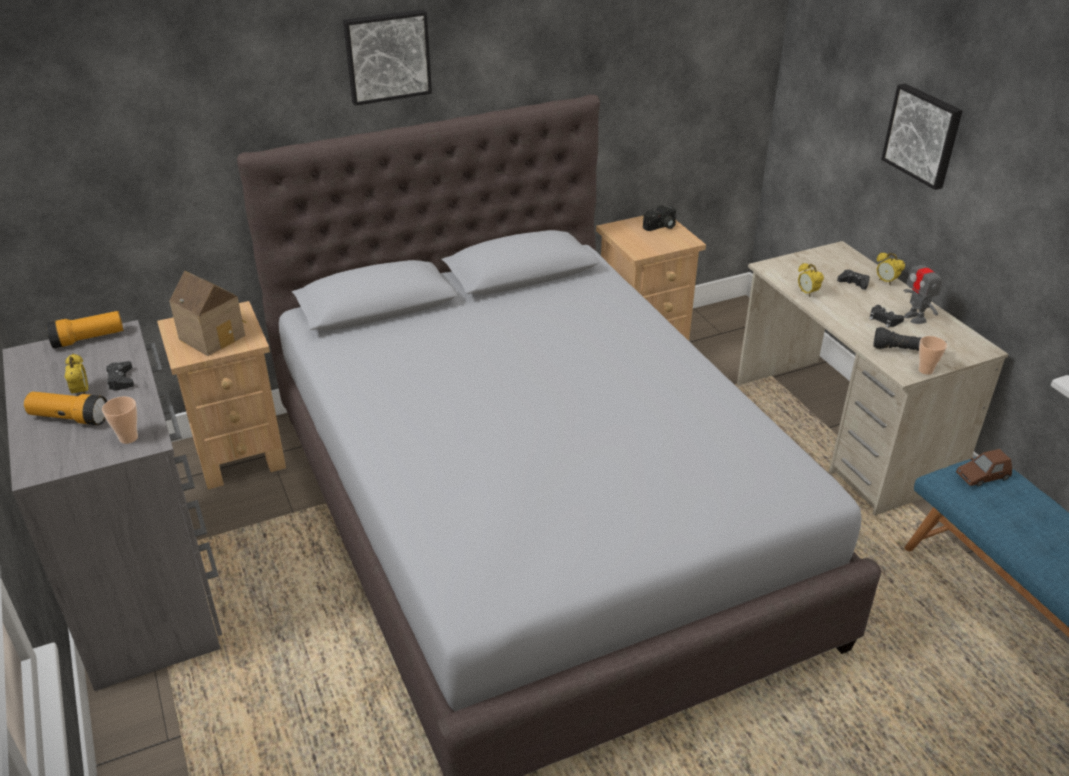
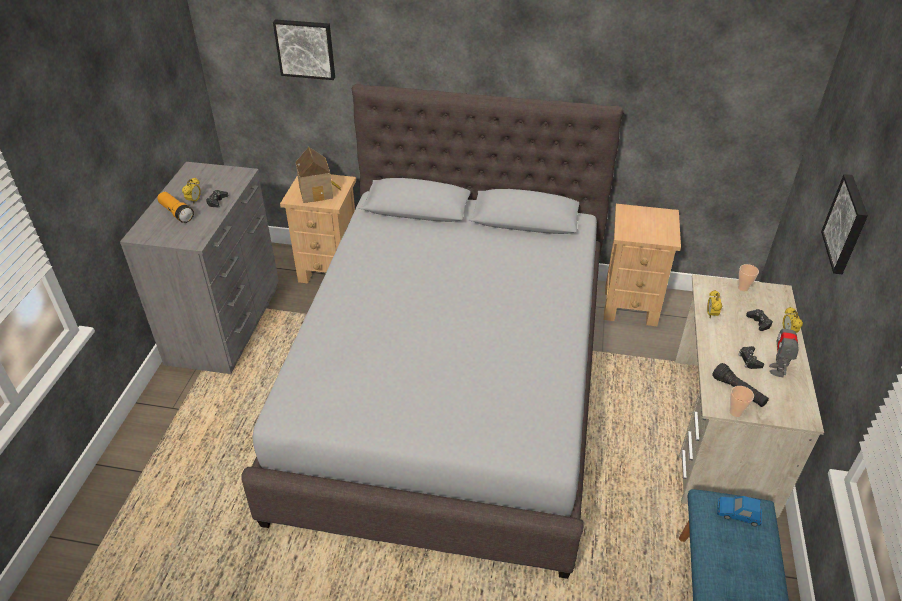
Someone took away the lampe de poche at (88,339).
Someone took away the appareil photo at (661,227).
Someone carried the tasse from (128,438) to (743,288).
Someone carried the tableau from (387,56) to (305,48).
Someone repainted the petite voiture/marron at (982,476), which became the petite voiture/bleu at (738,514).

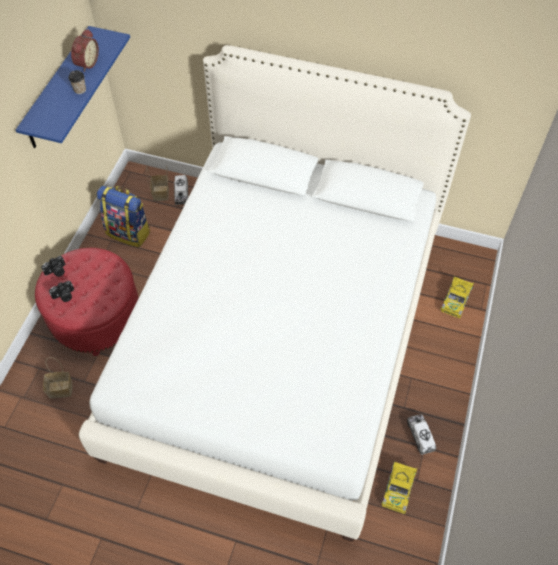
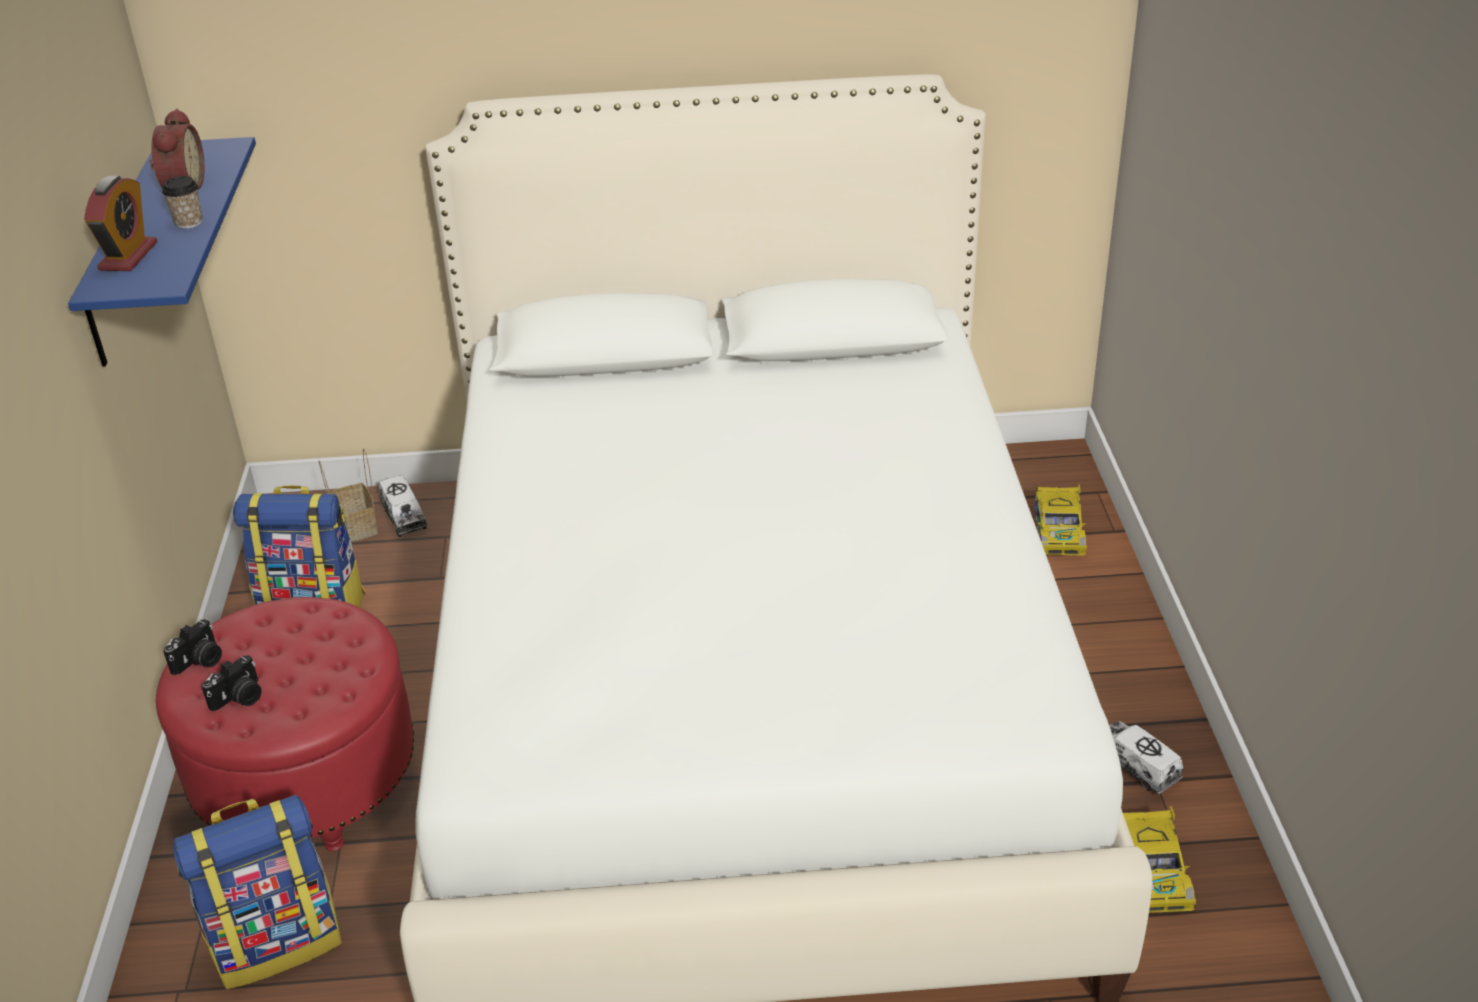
Someone put down the réveil at (128,256).
Someone swapped the panier at (61,388) for the sac à dos at (277,941).

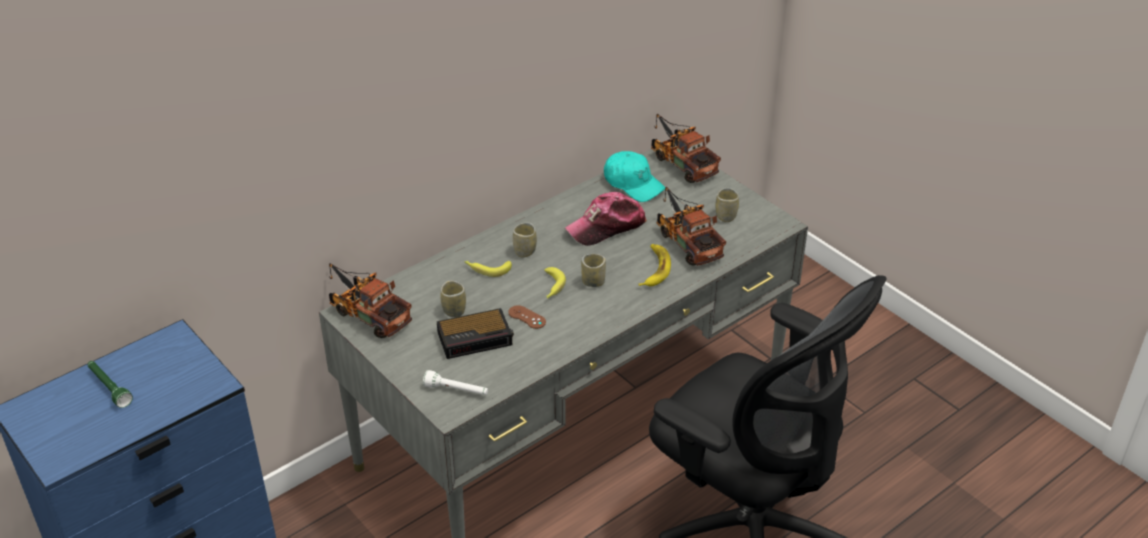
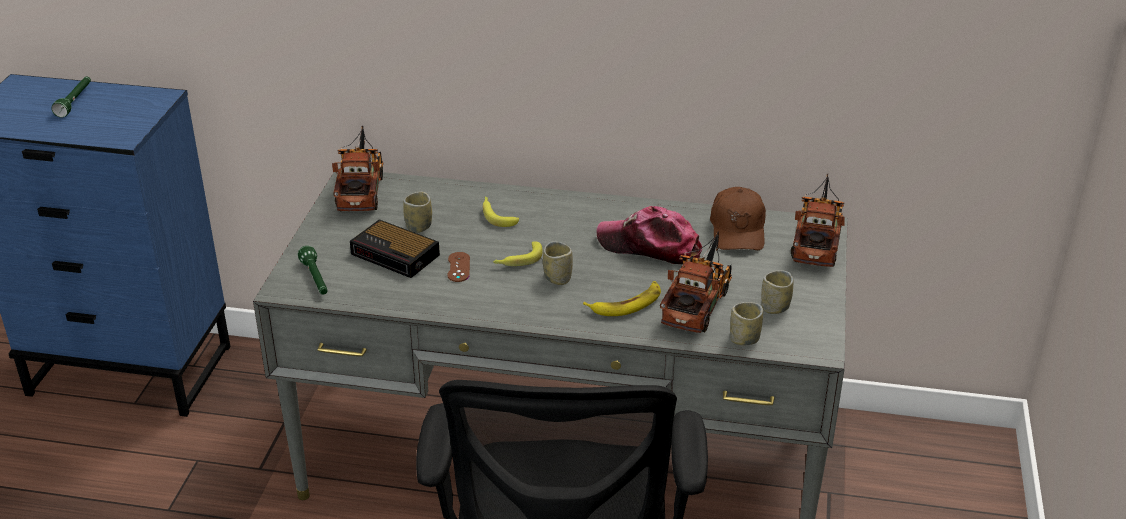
Someone carried the tasse from (525,251) to (744,339).
Someone repainted the lampe de poche/blanc at (456,390), which became the lampe de poche/vert at (315,279).
Someone repainted the casquette/turquoise at (633,184), which became the casquette/marron at (738,230).

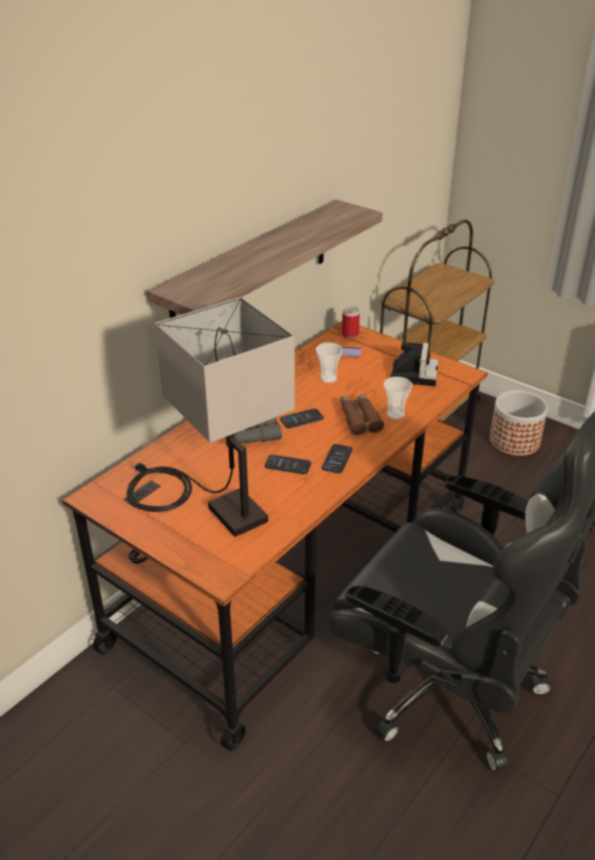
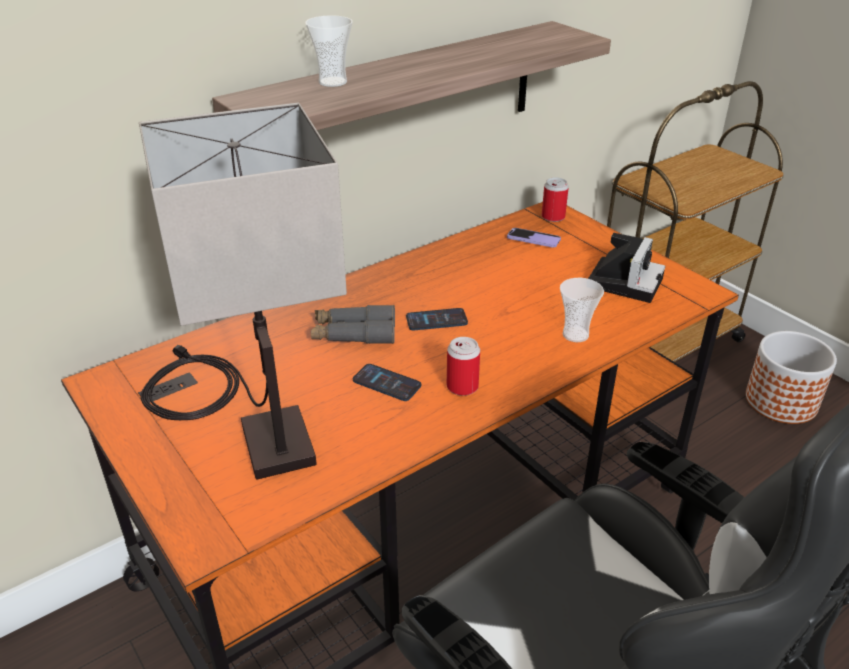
Someone took away the jumelles/marron at (359,419).
Someone carried the tasse from (328,378) to (333,82).
Someone swapped the téléphone at (337,459) for the boîte métallique at (462,386).

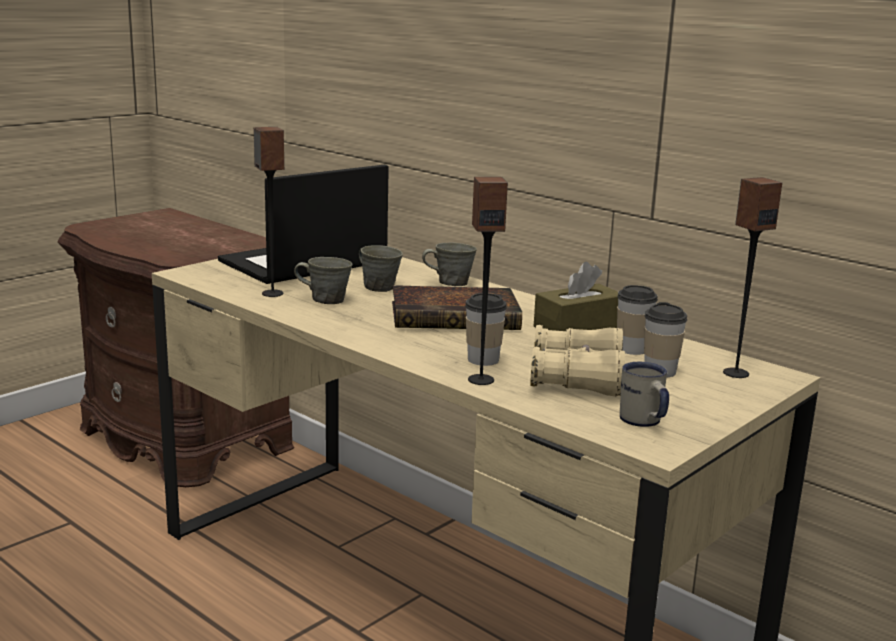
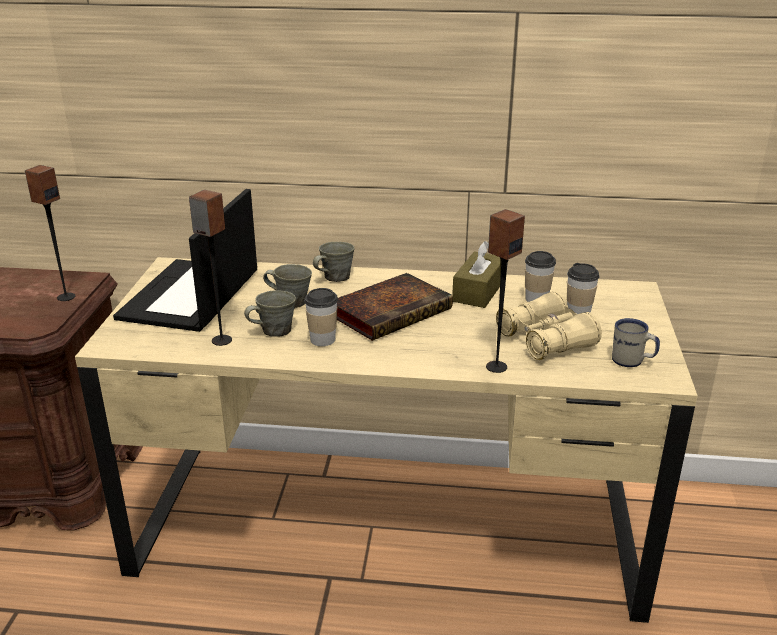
Someone carried the tasse from (483,360) to (322,340).
Someone carried the enceinte from (735,373) to (66,297).

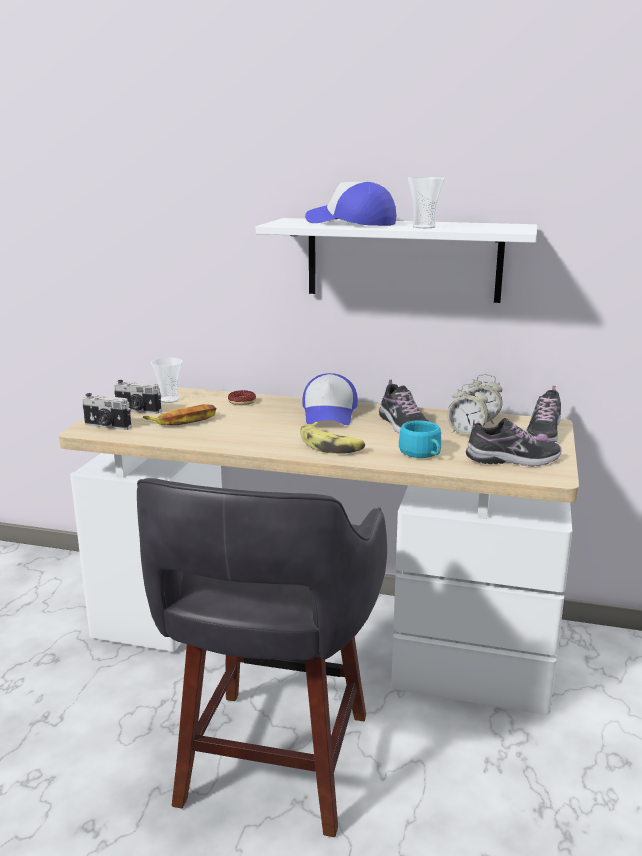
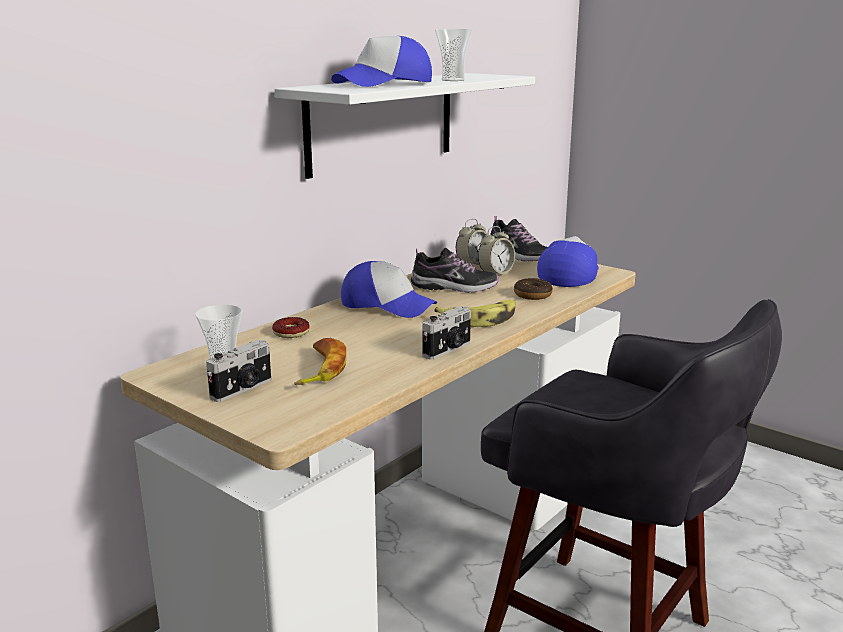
Someone carried the appareil photo from (107,426) to (448,350).
Someone swapped the tasse/turquoise at (422,454) for the beignet at (532,295).
Someone swapped the chaussure at (513,459) for the casquette at (569,274).

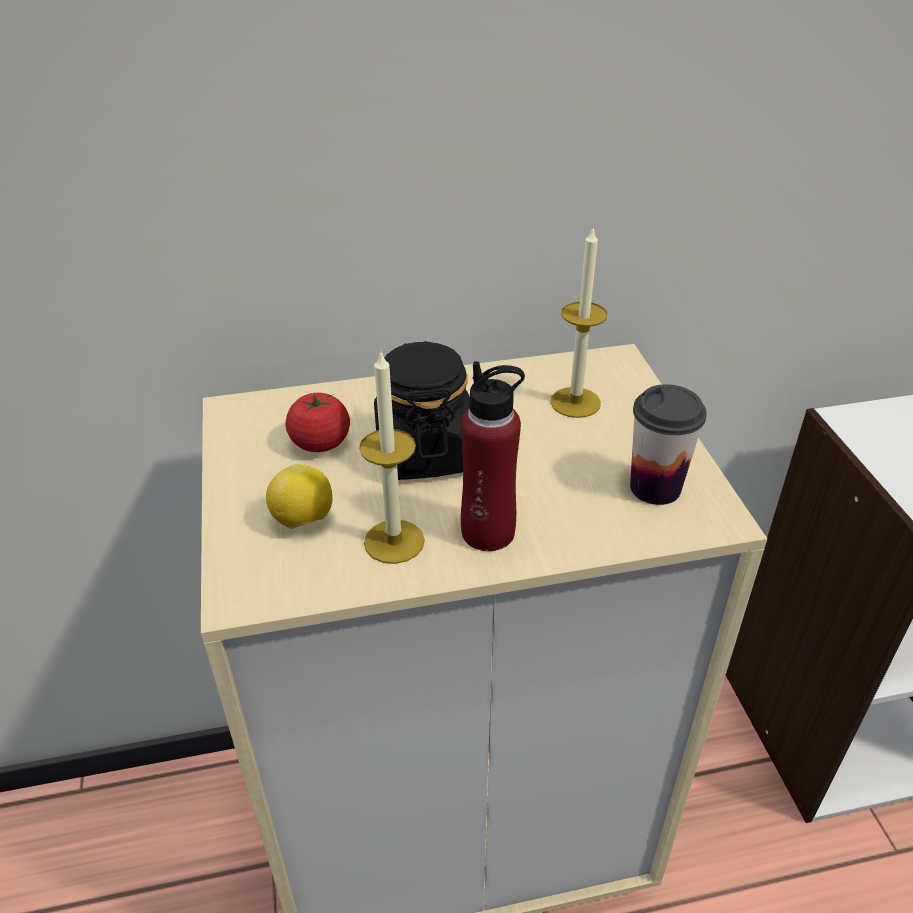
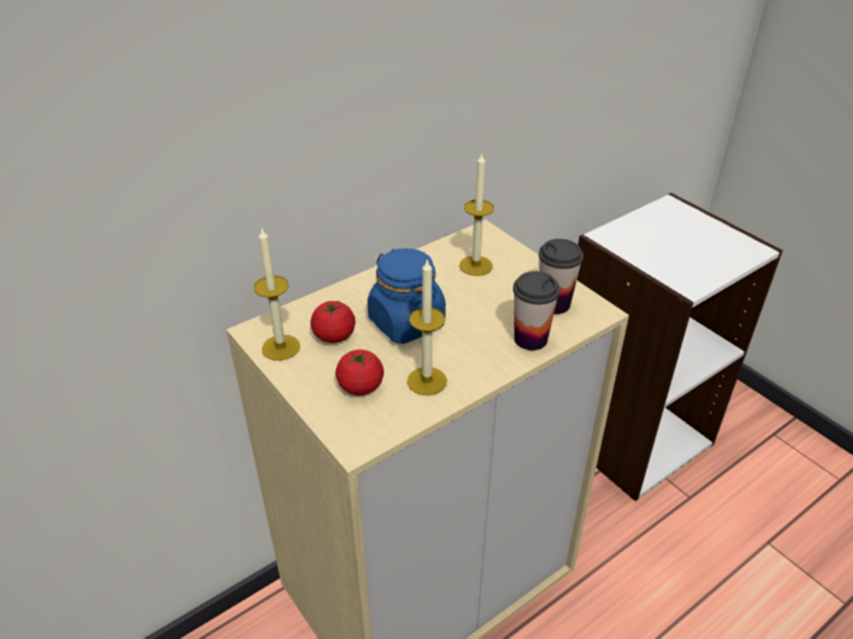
Someone took away the bouteille/rouge at (488,532).
Someone put down the bougie at (281,347).
Someone put down the tasse at (530,339).
Someone swapped the citron at (303,520) for the tomate at (360,386).
Someone repainted the bocal/noir at (425,452), which became the bocal/bleu at (406,322).

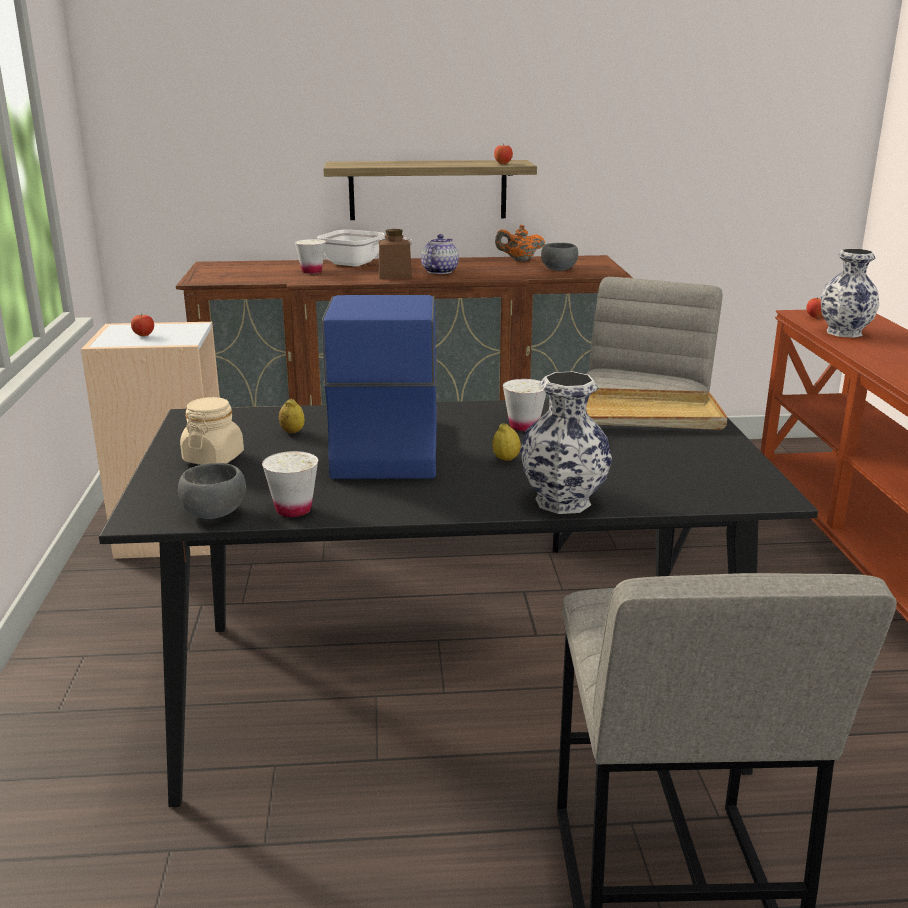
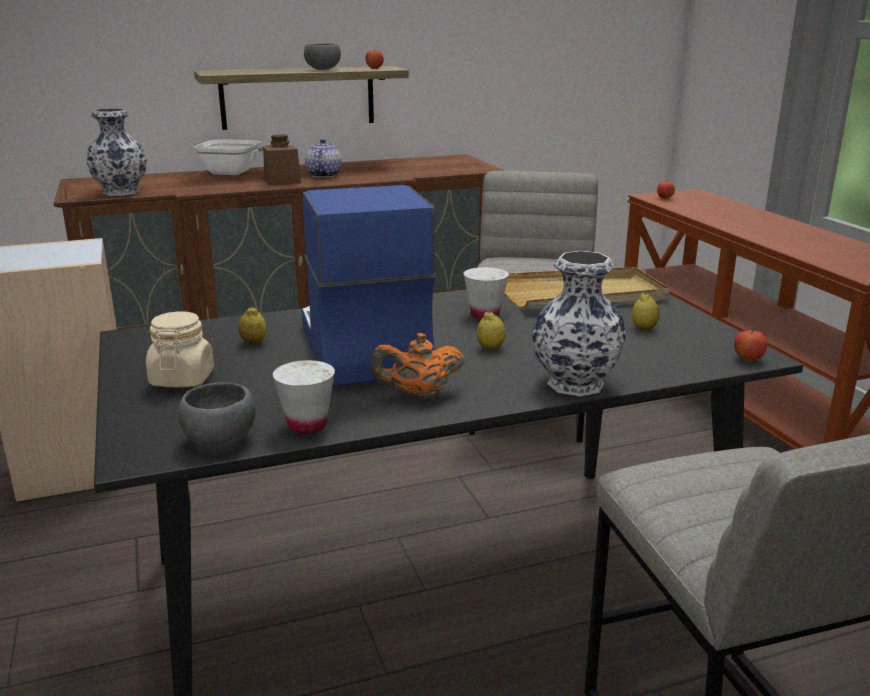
Someone took away the tasse/blanc at (311,271).
Someone put down the citron at (644,328).
Someone carried the pomme from (143,335) to (747,359).
Someone carried the théière/orange from (519,260) to (418,395).
Someone carried the bol/gris from (558,269) to (323,69).
Someone carried the vase from (843,333) to (120,192).

